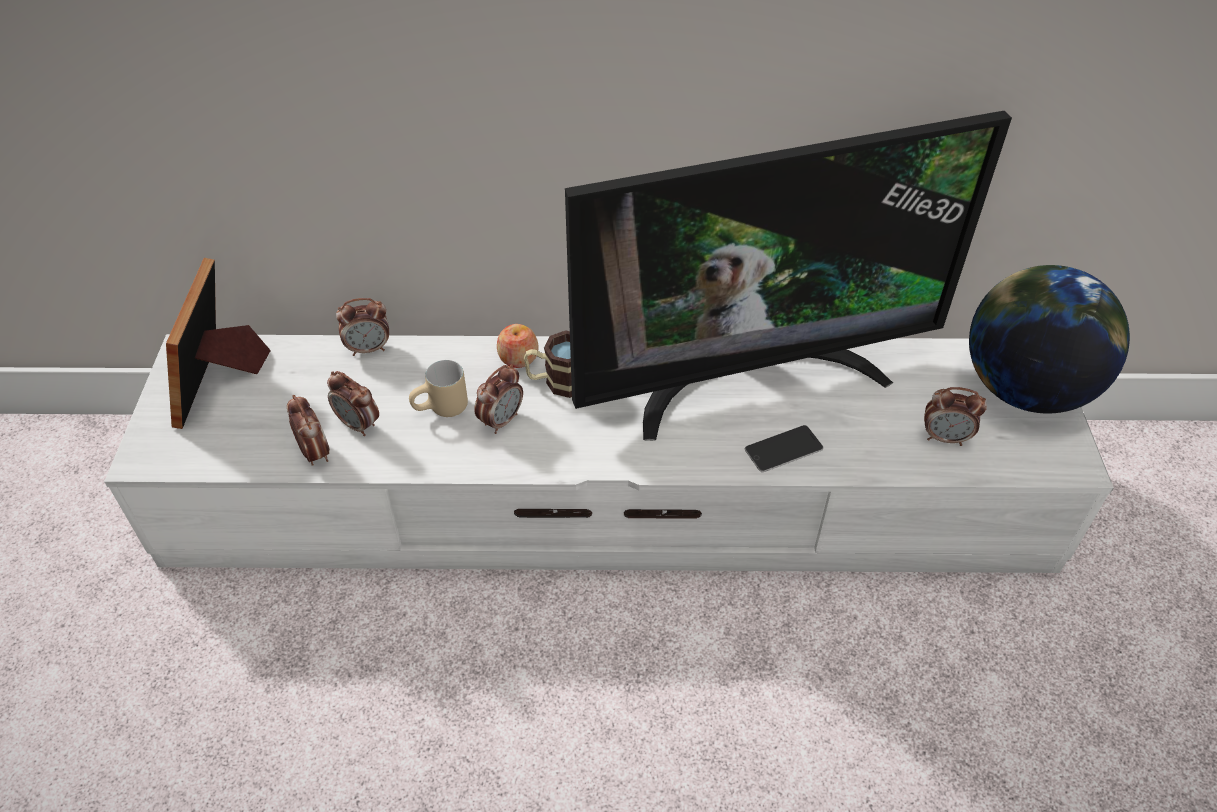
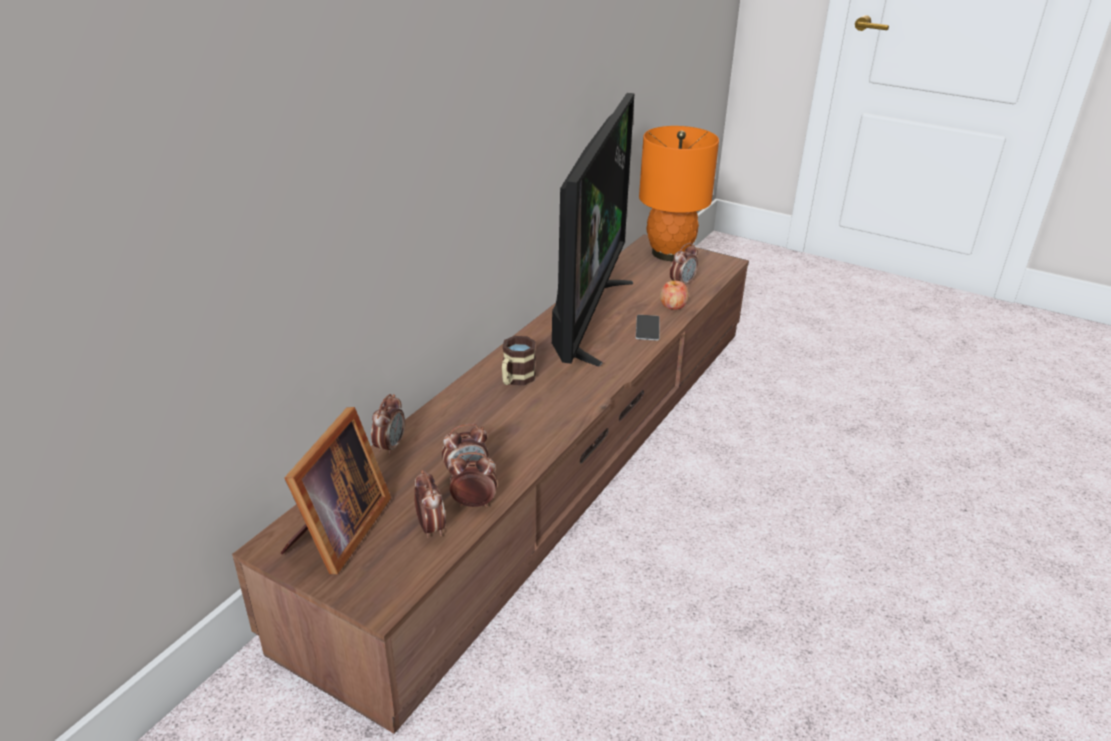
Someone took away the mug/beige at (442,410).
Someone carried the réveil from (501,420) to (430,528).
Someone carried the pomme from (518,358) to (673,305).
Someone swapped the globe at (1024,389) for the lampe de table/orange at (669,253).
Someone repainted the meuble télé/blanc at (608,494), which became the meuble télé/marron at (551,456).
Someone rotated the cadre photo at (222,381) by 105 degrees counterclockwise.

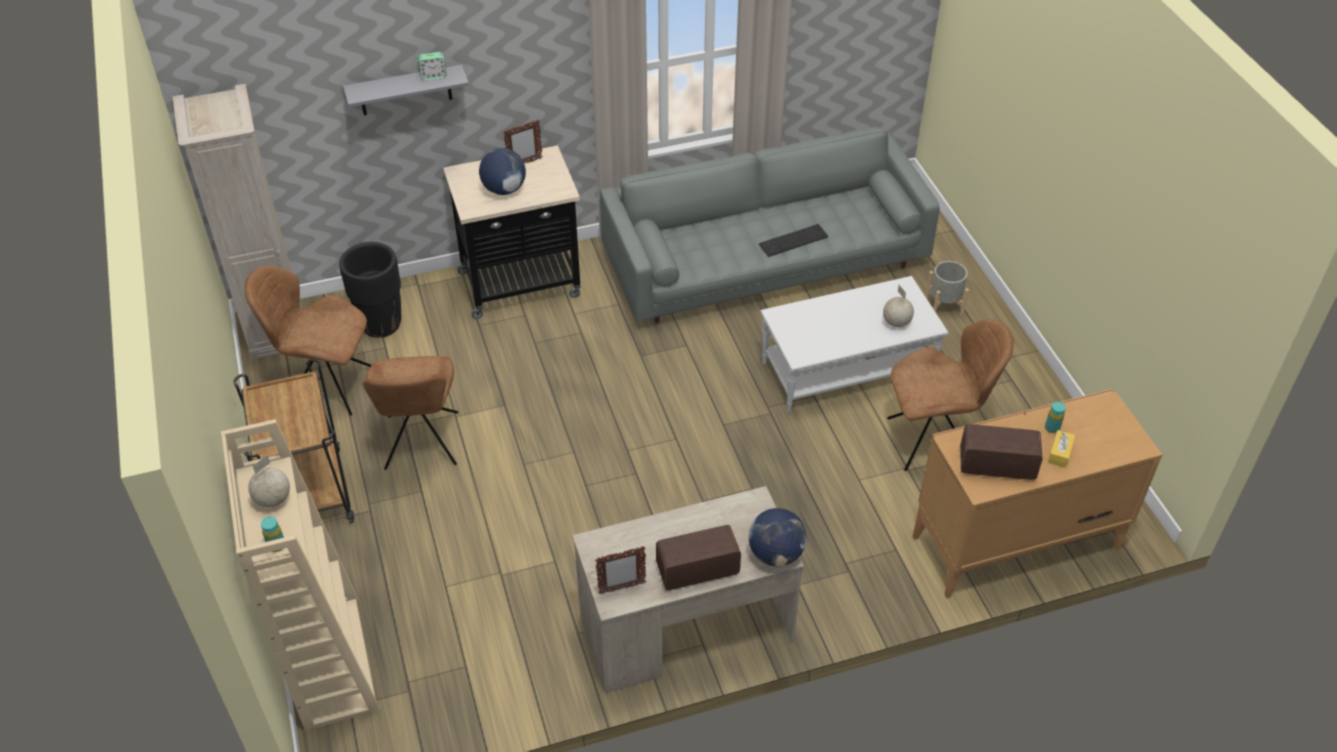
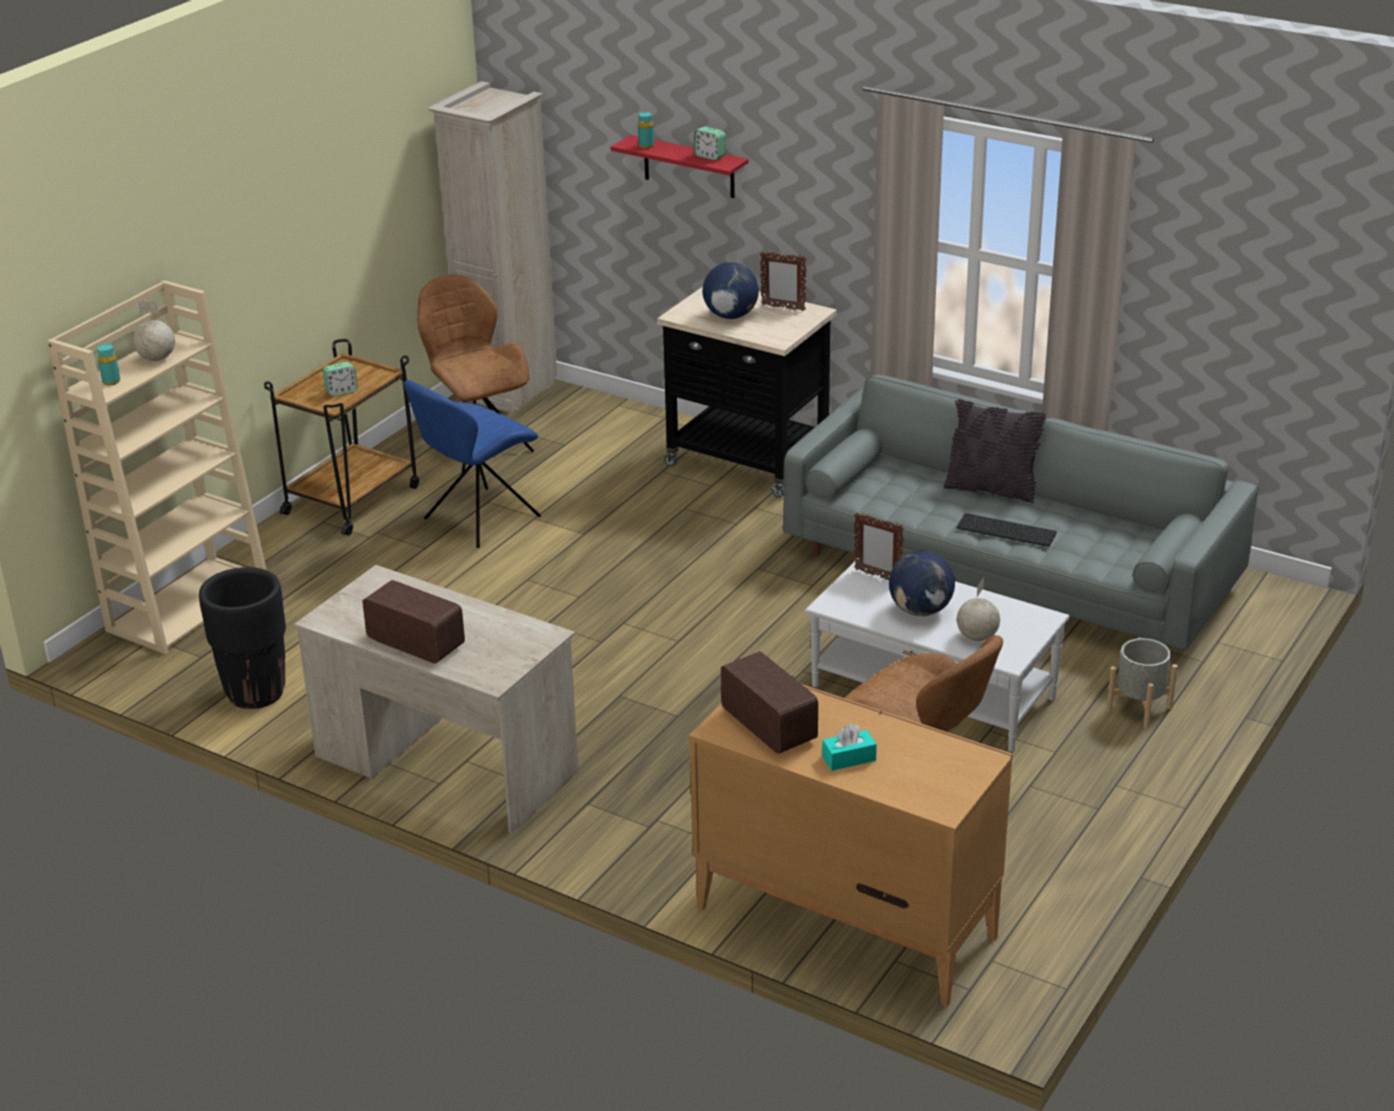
Someone put down the réveil at (341,391).
Someone put down the coussin/noir at (991,489).
Someone carried the cache-pot/noir from (381,325) to (255,693).
Someone carried the cadre photo from (621,588) to (877,576).
Someone carried the globe from (776,554) to (921,611).
Someone carried the bouteille/turquoise from (1052,428) to (646,146).
Someone repainted the étagère/gris at (405,90), which became the étagère/rouge at (689,167).
Someone repainted the chaise/marron at (421,443), which became the chaise/bleu at (478,519).
Someone repainted the boîte à mouchoirs/jaune at (1060,453), which became the boîte à mouchoirs/turquoise at (849,758).

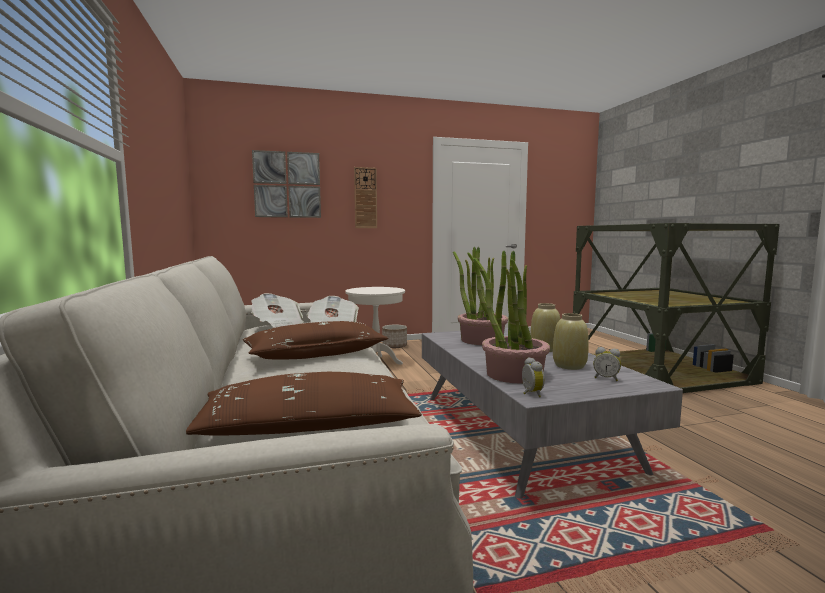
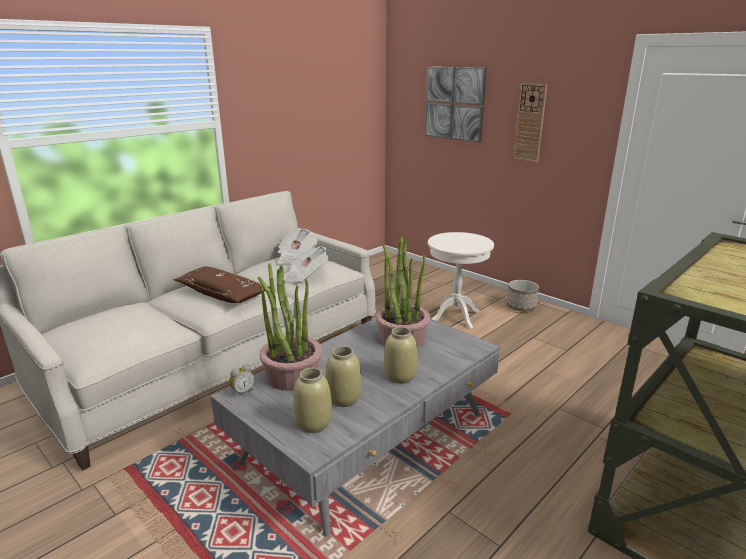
Someone took away the coussin/marron at (309,427).
Someone swapped the réveil at (606,378) for the vase/beige at (314,424).

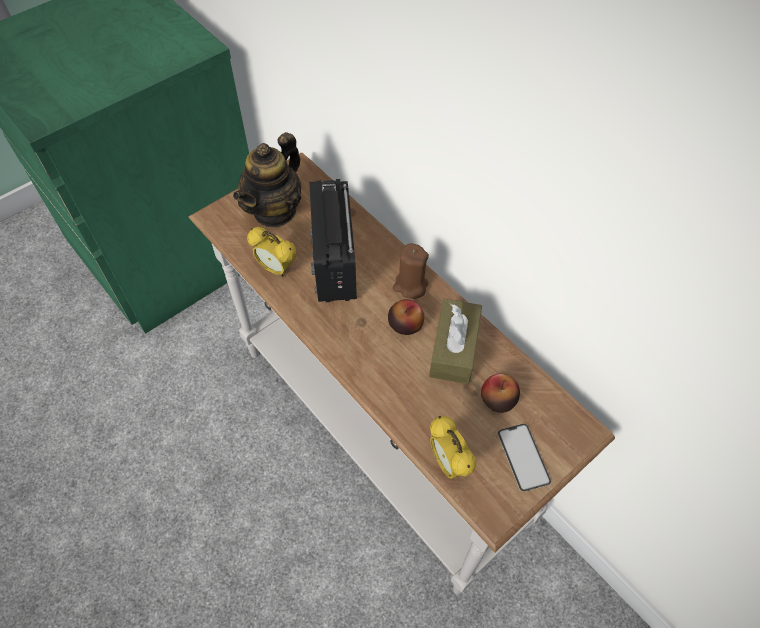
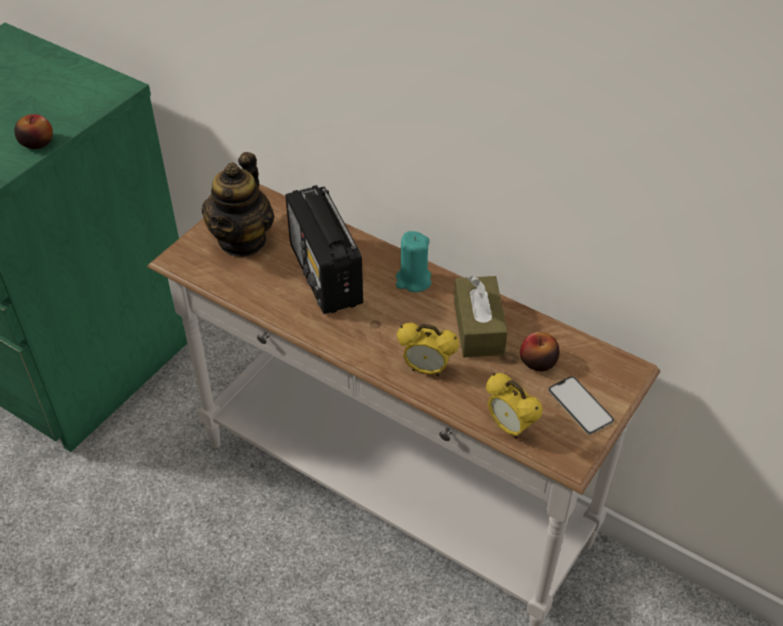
Someone carried the réveil from (276,269) to (426,369).
Someone carried the pomme from (405,324) to (37,143).
Someone repainted the bougie/marron at (410,285), which became the bougie/turquoise at (413,280).

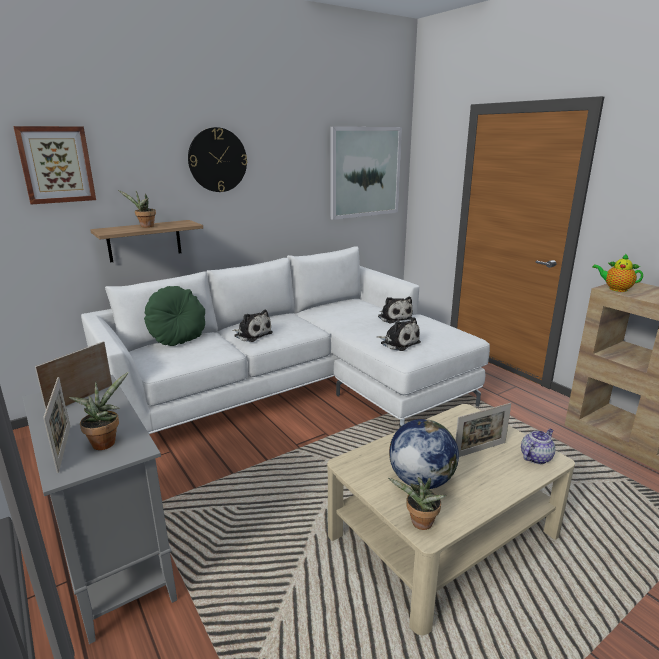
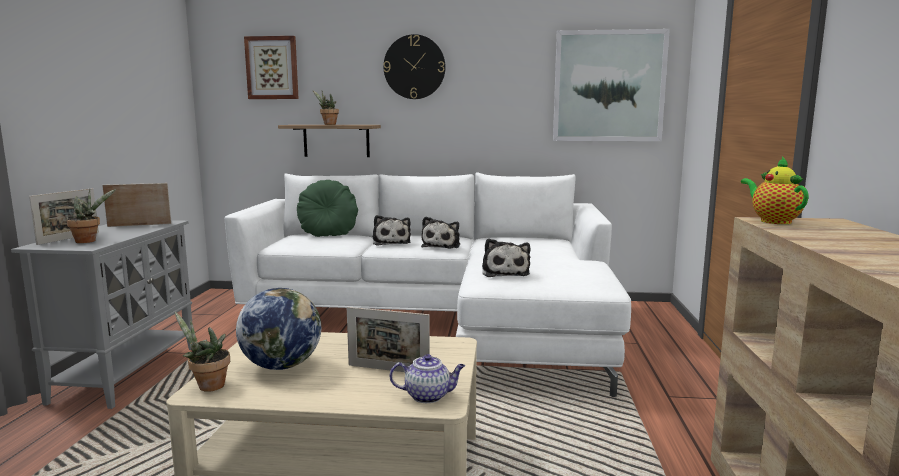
Someone carried the peluche from (394,317) to (442,245).

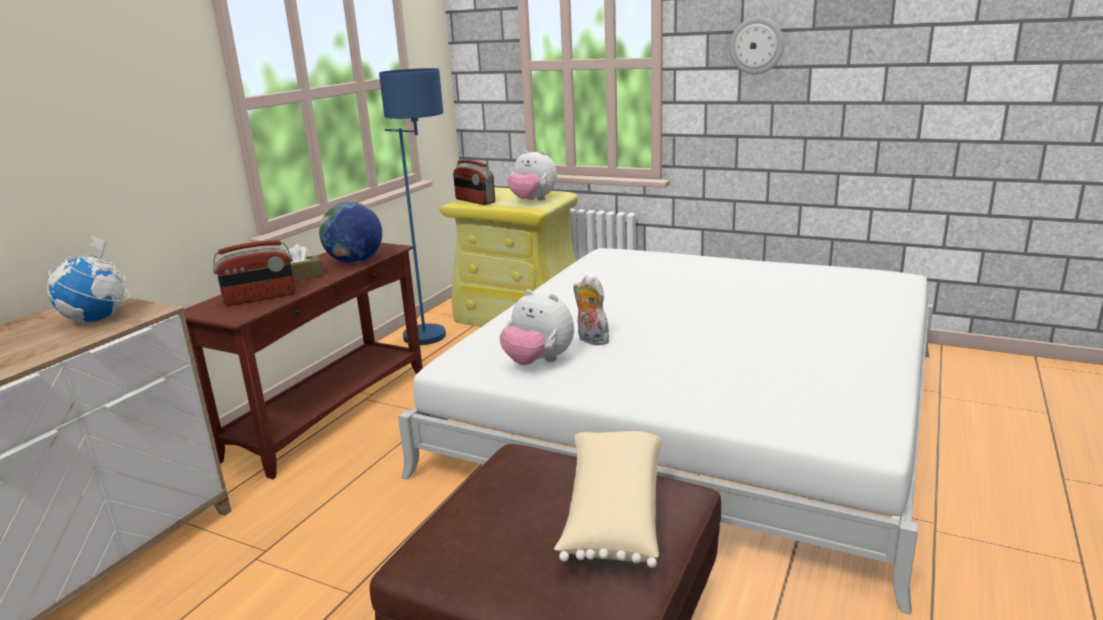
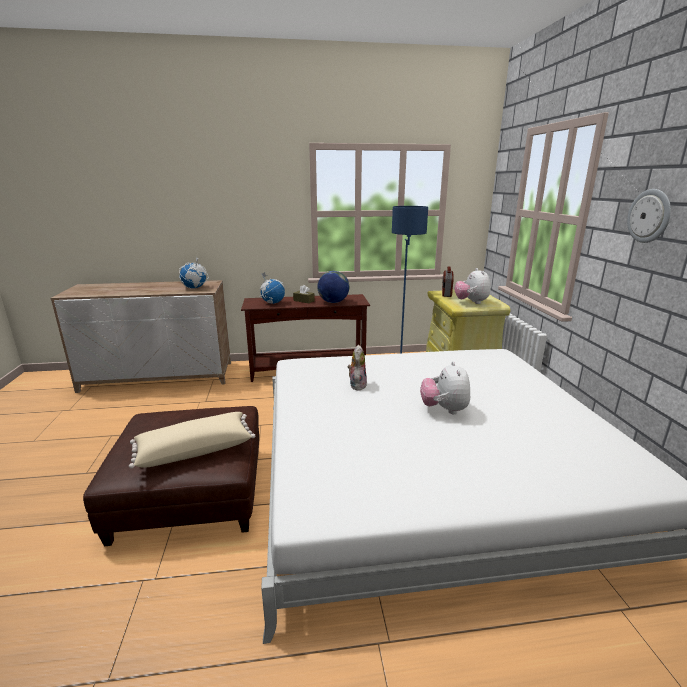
Someone carried the peluche from (538,362) to (444,409).
Someone swapped the radio at (260,298) for the globe at (272,303).

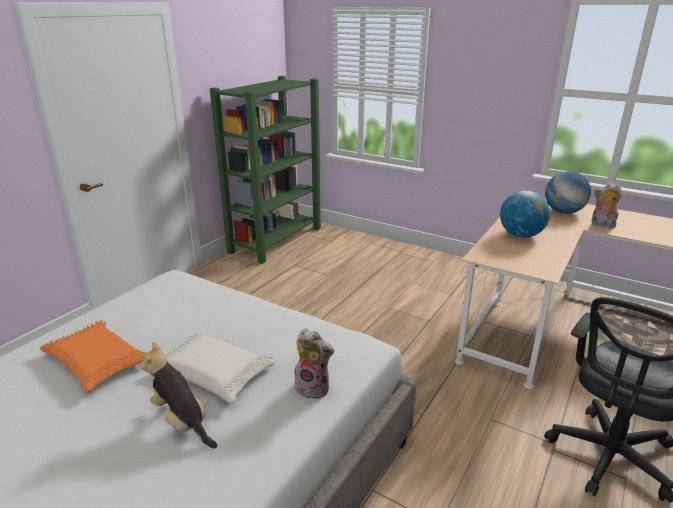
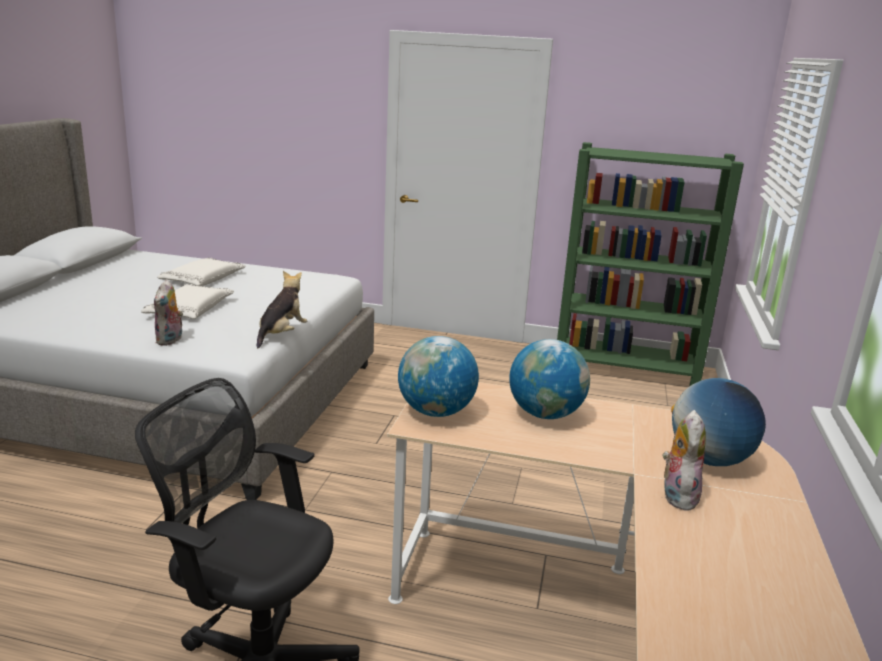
Someone put down the globe at (436,412).
Someone carried the peluche from (182,421) to (281,334).
Someone repainted the coussin/orange at (96,360), which became the coussin/blanc at (203,278).

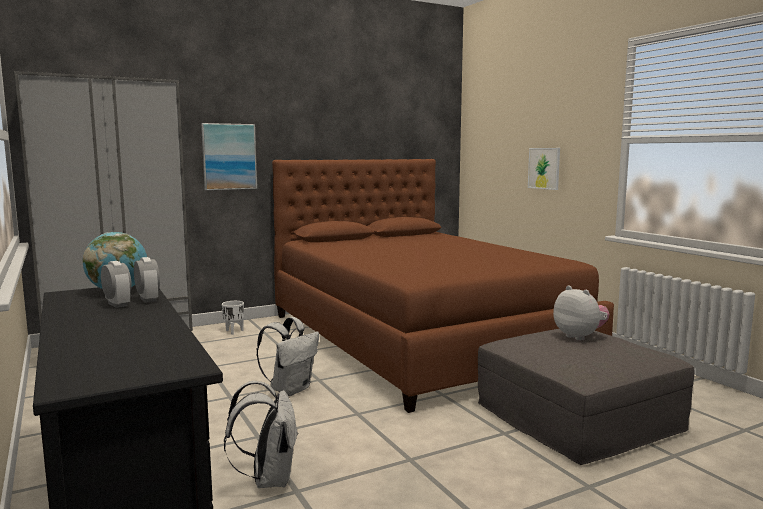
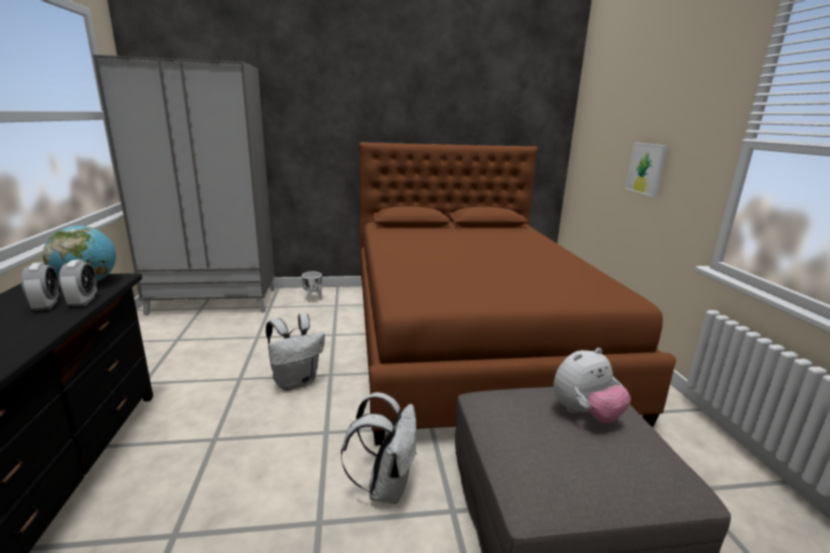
Someone took away the tableau at (229,156).
Someone carried the sac à dos/blanc from (268,479) to (386,486).
Someone rotated the peluche at (579,337) by 75 degrees clockwise.

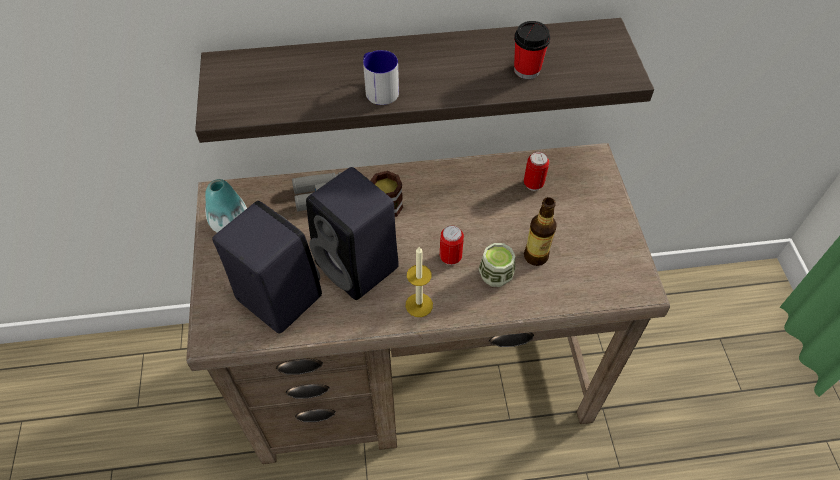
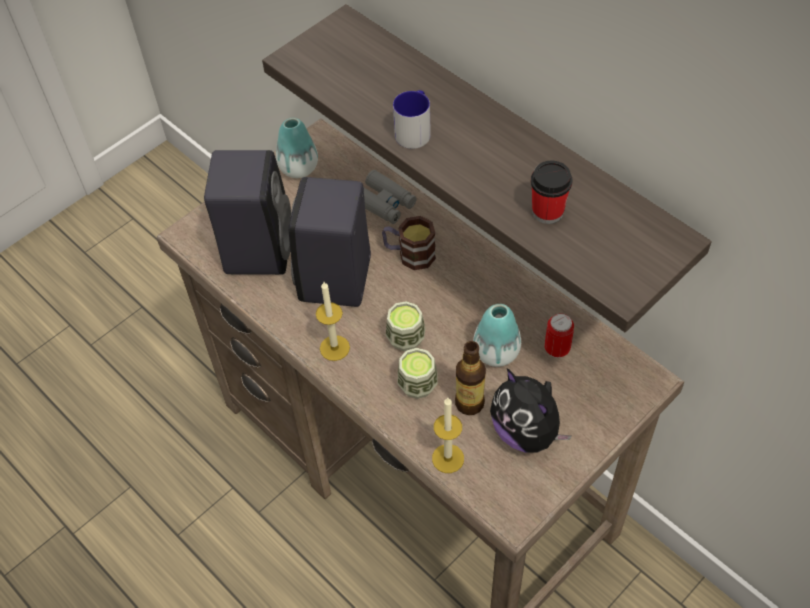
Someone put down the bougie at (448,458).
Someone put down the vase at (496,352).
Someone put down the peluche at (526,431).
Someone swapped the boîte métallique at (450,257) for the tasse at (405,338).

